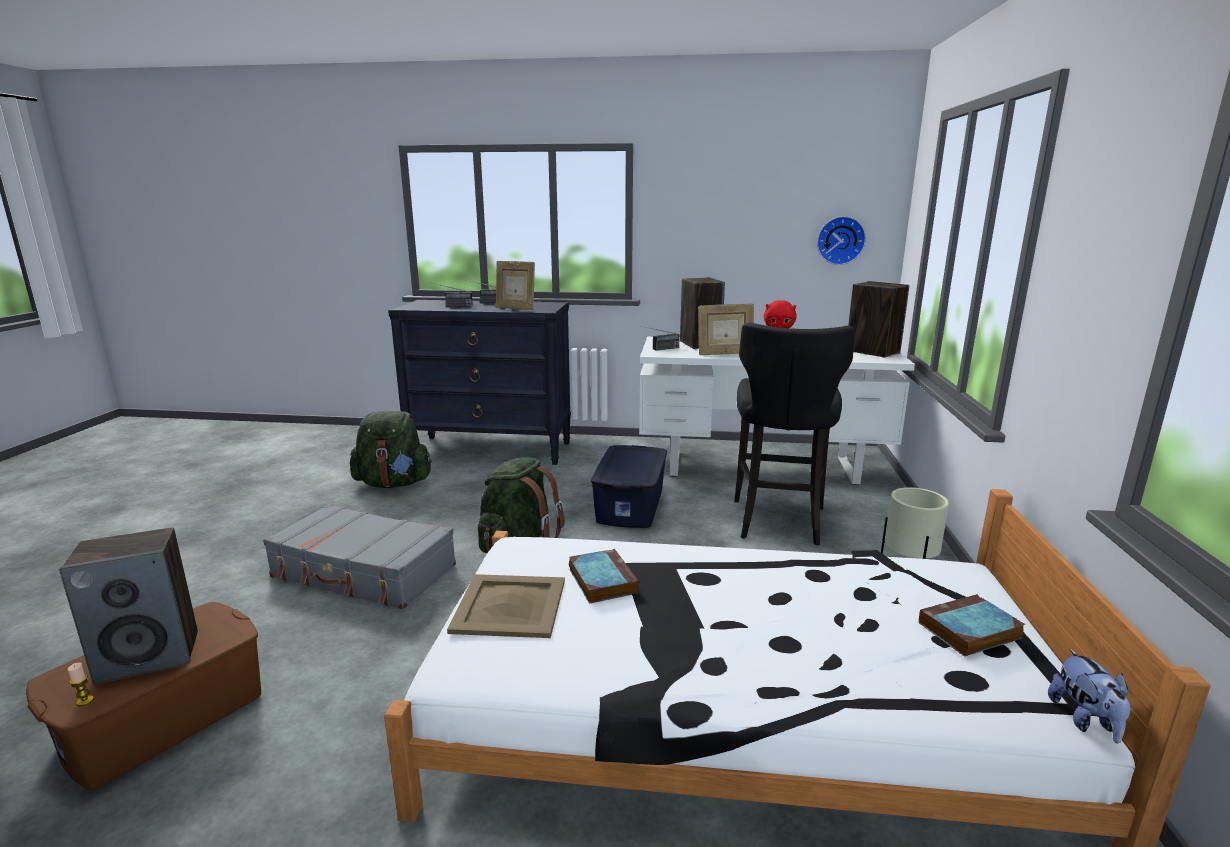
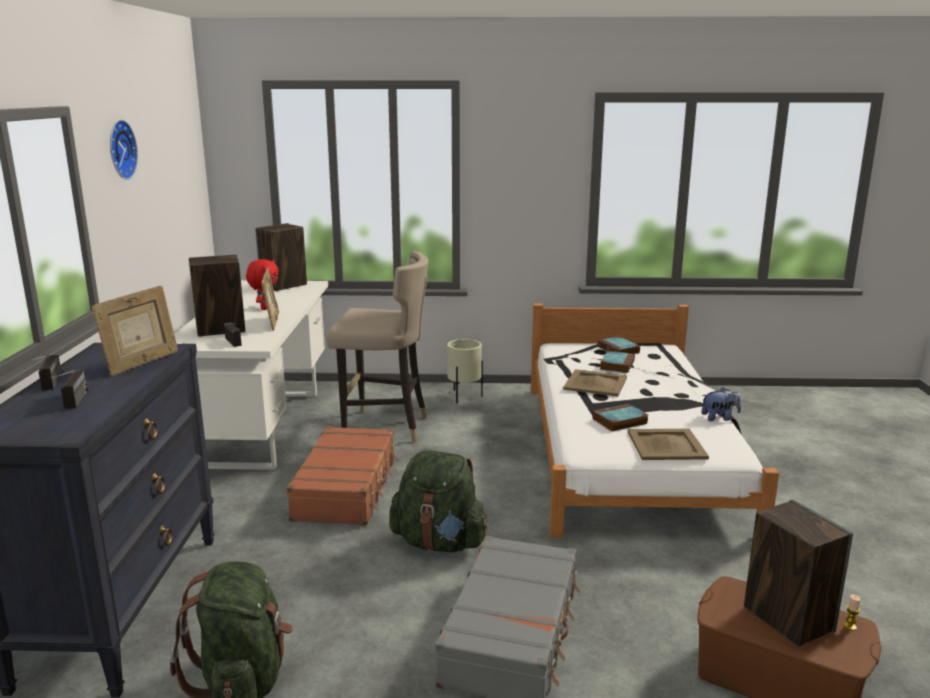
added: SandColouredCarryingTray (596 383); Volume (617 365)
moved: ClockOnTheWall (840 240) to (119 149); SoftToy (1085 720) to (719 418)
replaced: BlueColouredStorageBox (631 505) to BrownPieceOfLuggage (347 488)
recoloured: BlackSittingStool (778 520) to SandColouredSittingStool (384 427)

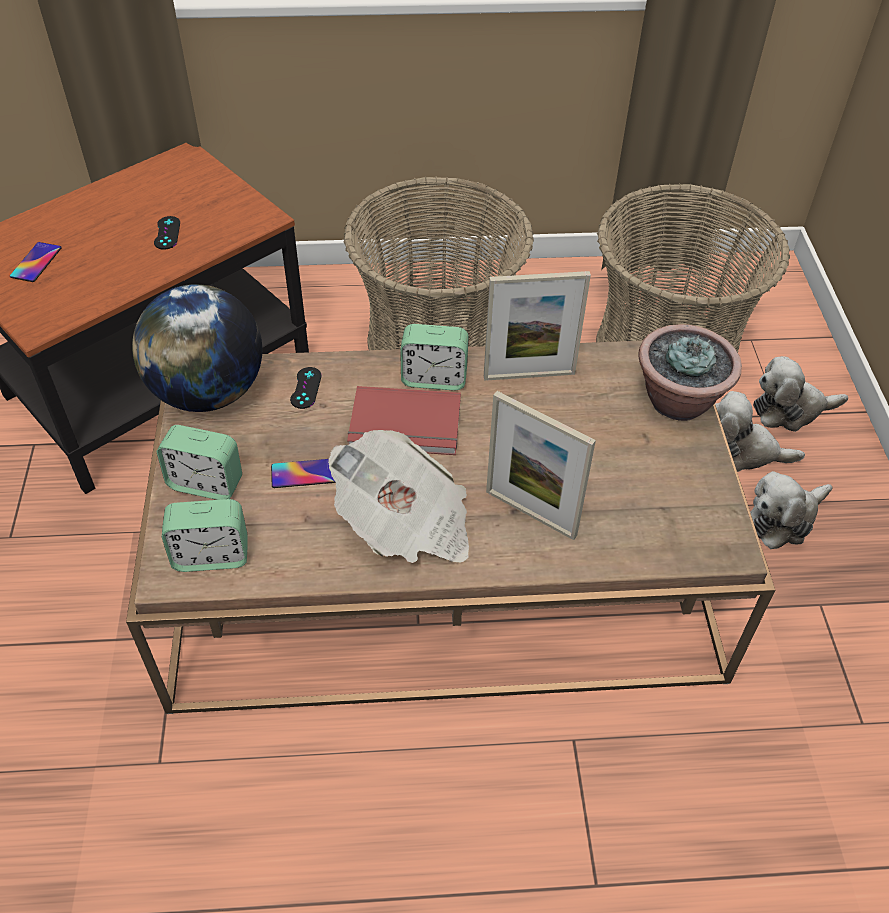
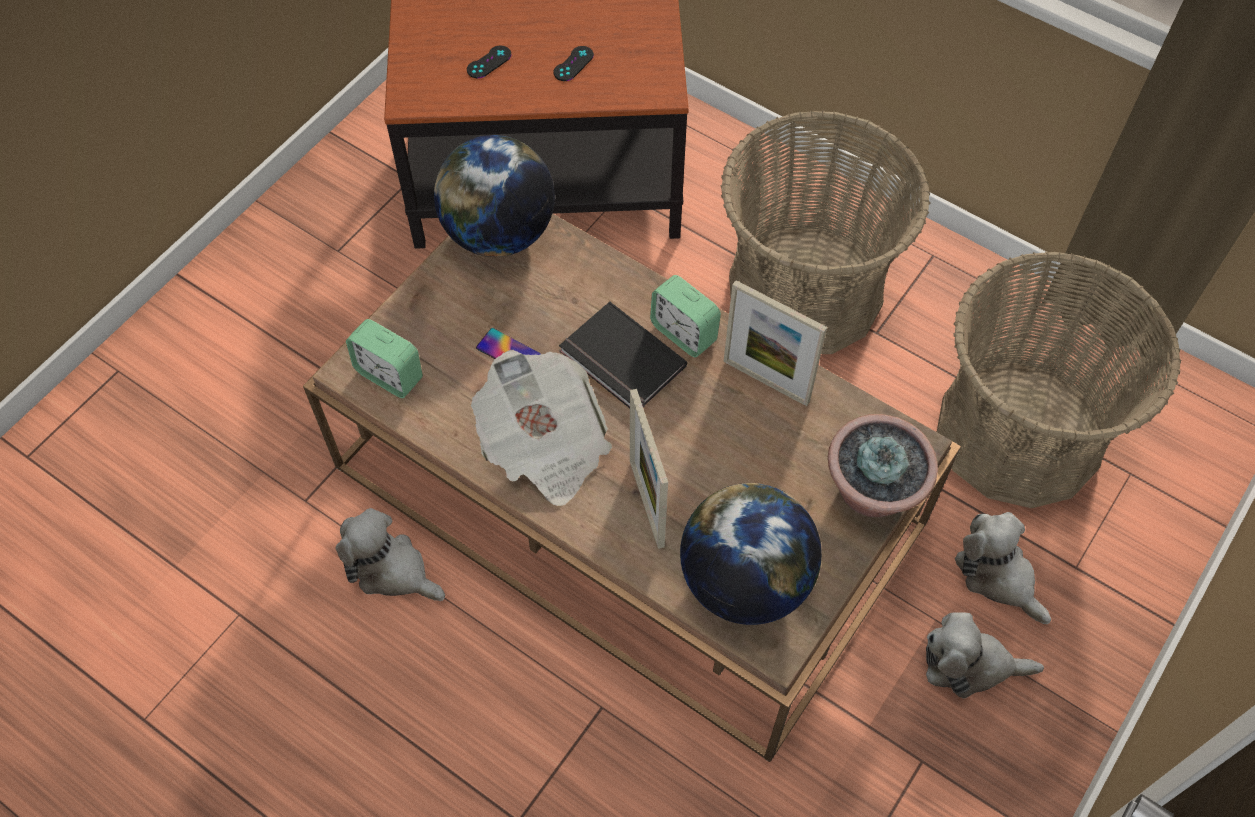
removed: Phone (36 262); AlarmClock (206 483)
added: WorldGlobe (745 581)
moved: SoftToy (790 410) to (391 569); BlackGameController (306 388) to (489 62)
recoloured: ReddishVolume (405 426) to BlackVolume (620 362)

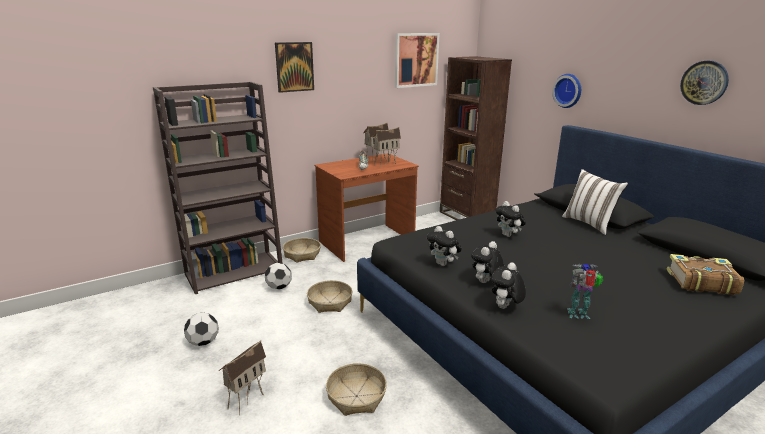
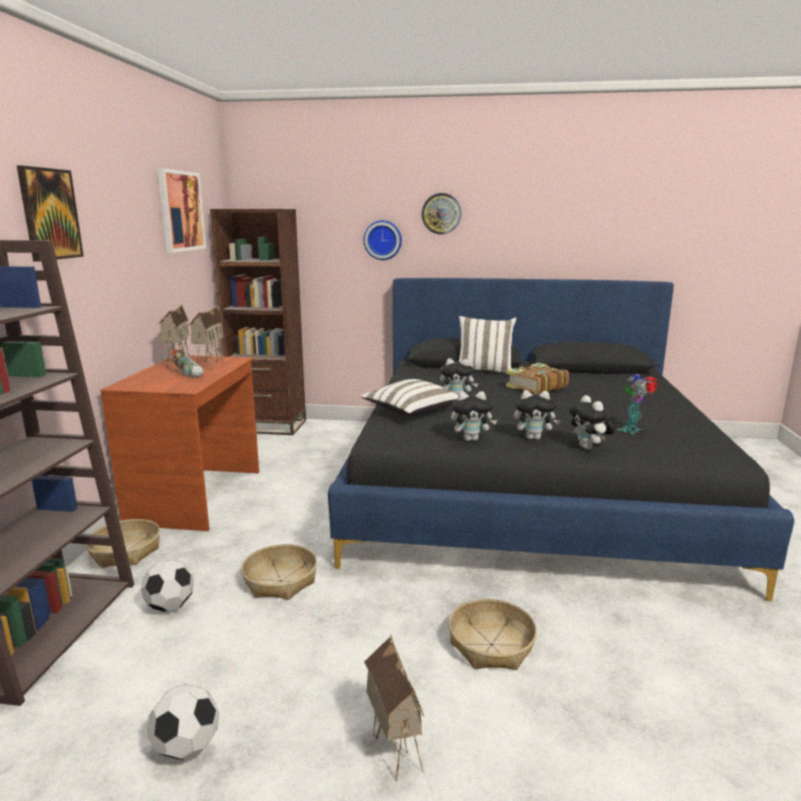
added: WhiteCushion (410 412)
moved: ClockOnTheWall (704 82) to (441 213); Volume (700 282) to (535 387)
turned: SoftToy (485 282) = (534 438) 75 degrees counterclockwise

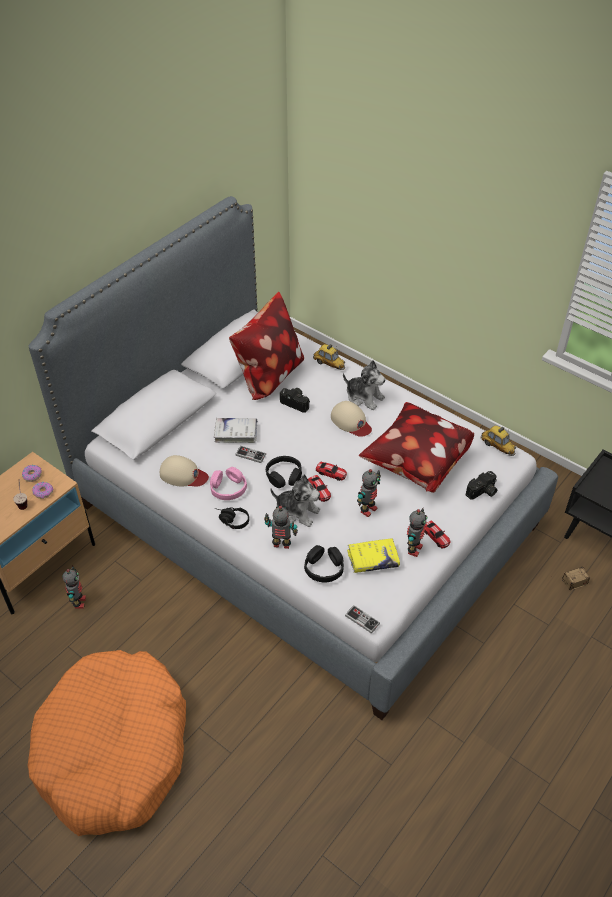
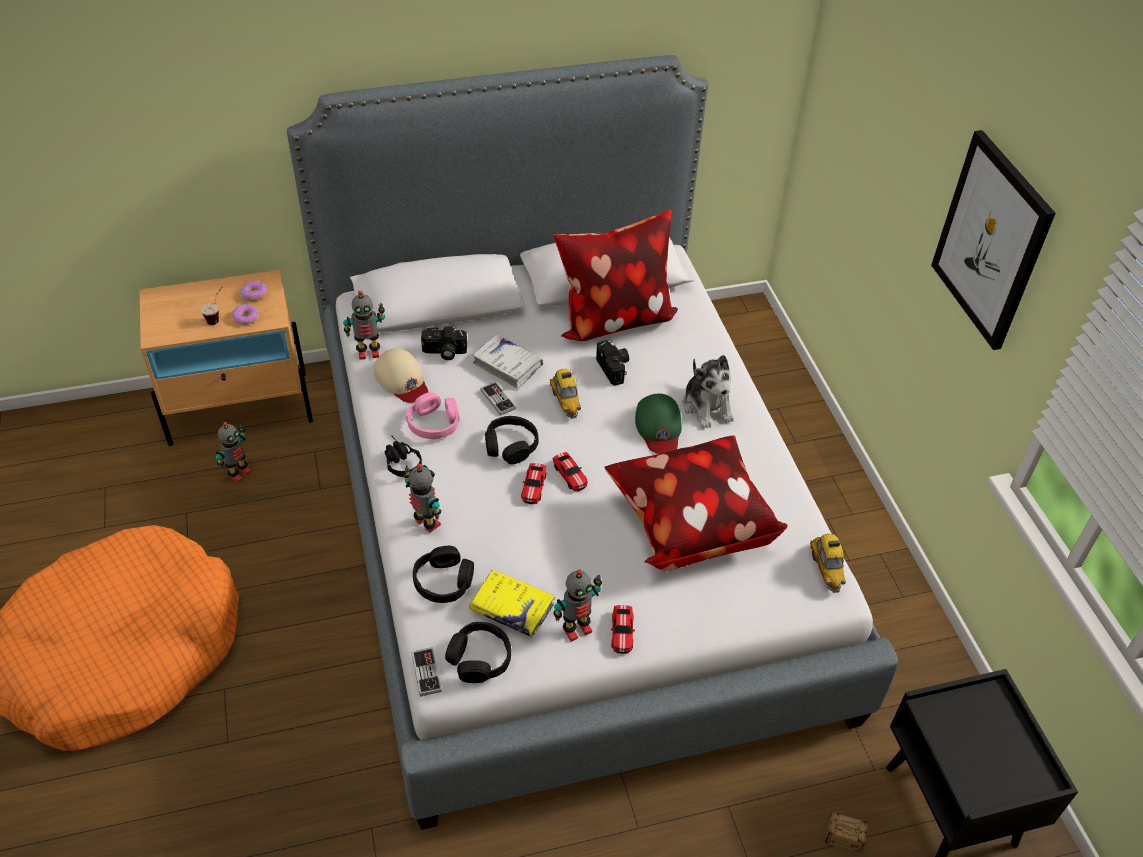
removed: SoftToy (297 512)
added: BlackPairOfHeadphones (479 658); WallPicture (991 241)
moved: ModelRobot (367 509) to (368 352); StillCamera (482 492) to (444 352); ToyCar (329 364) to (565 401)
recoloured: SandColouredPeakedCap (351 422) to GreenishPeakedCap (659 427)

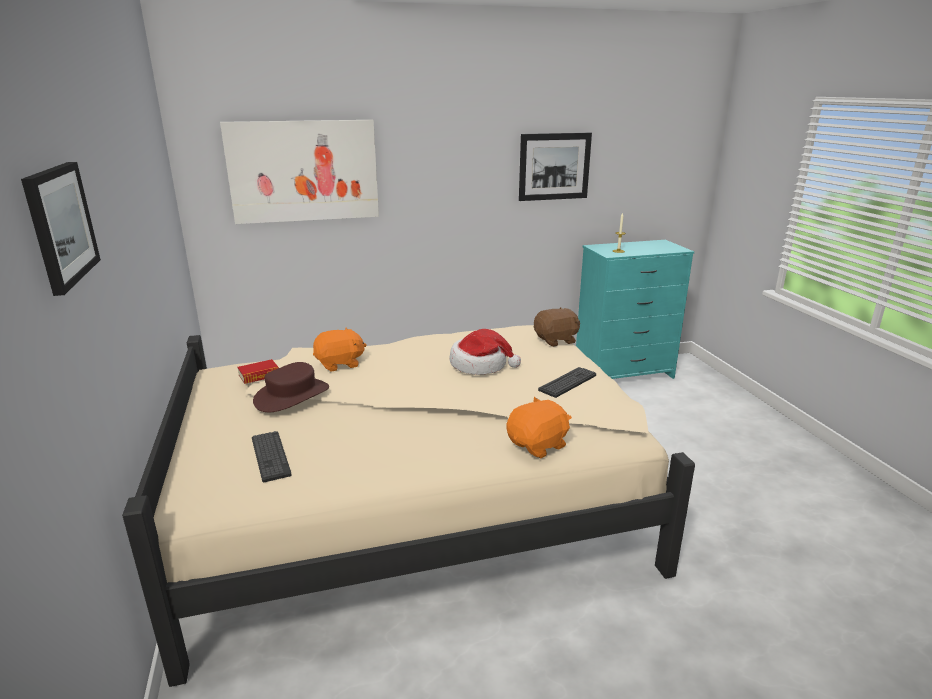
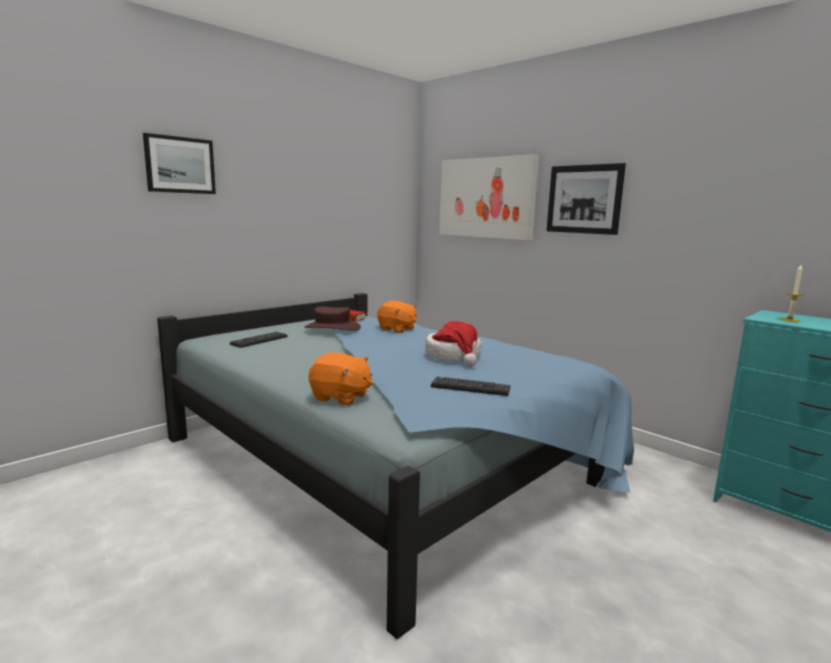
removed: BrownSoftToy (556 340)
moved: WallPicture (554 166) to (584 199)
recoloured: SandColouredBed (421 499) to BlueColouredBed (389 459)

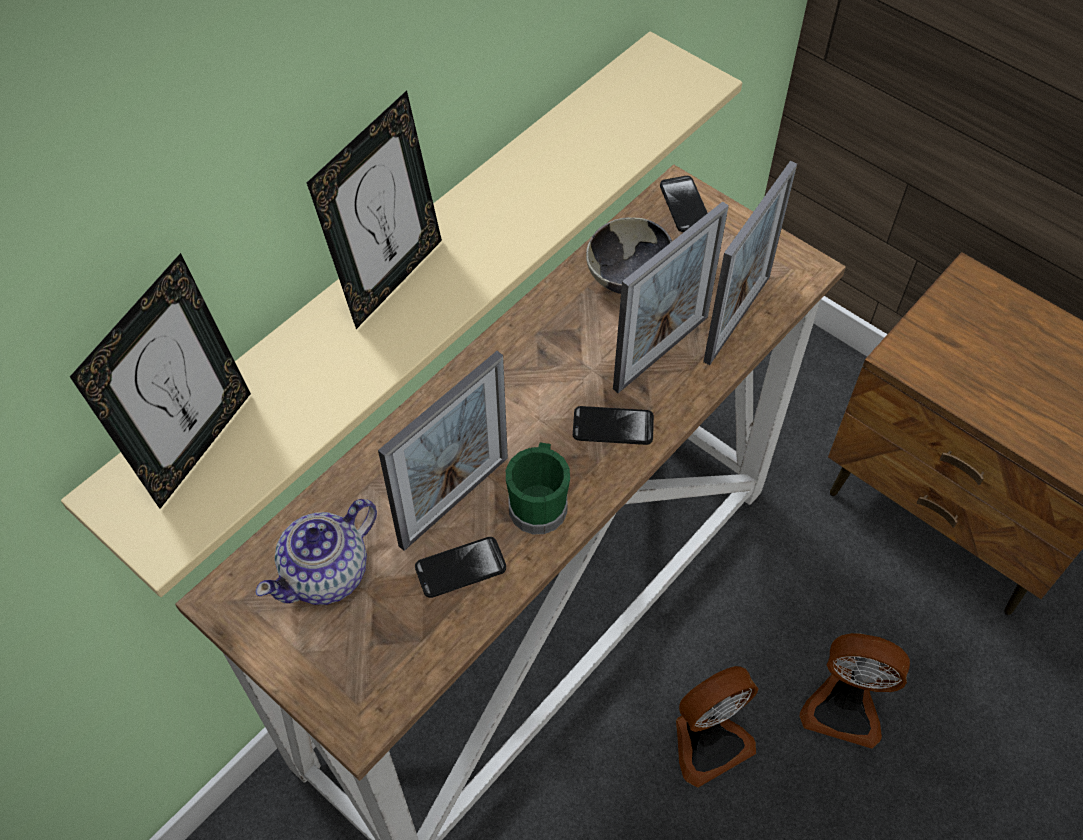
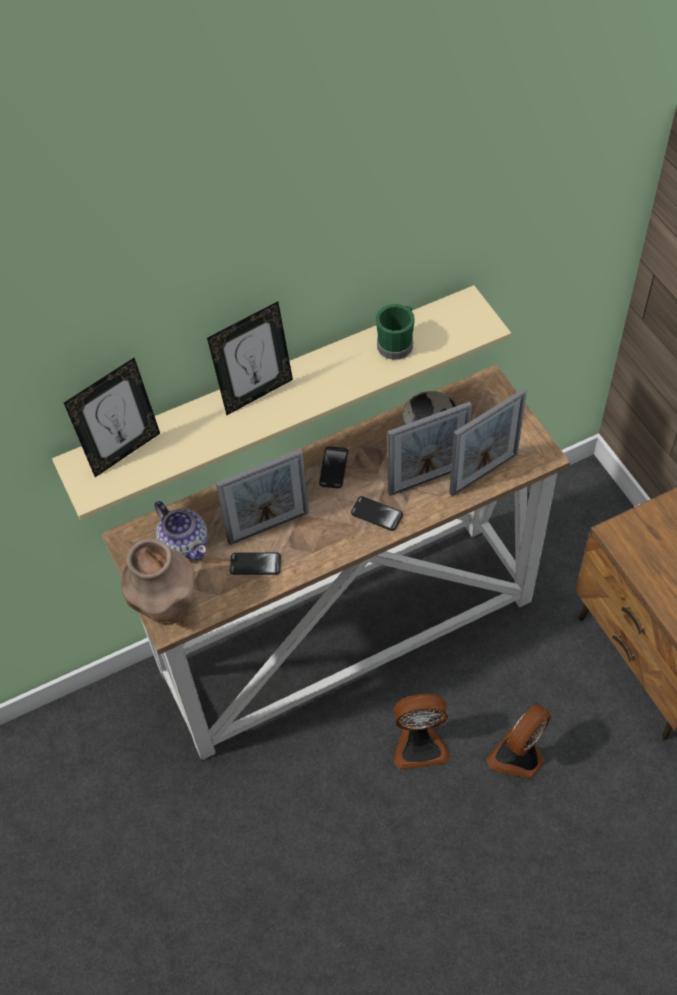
added: BrownDecorativeVase (167 608)
moved: Phone (684 205) to (333 468); GreenishMug (539 502) to (397 343)
turned: PotForTea (327 573) = (184 543) 105 degrees counterclockwise; ElectricFan (844 707) = (519 756) 90 degrees clockwise

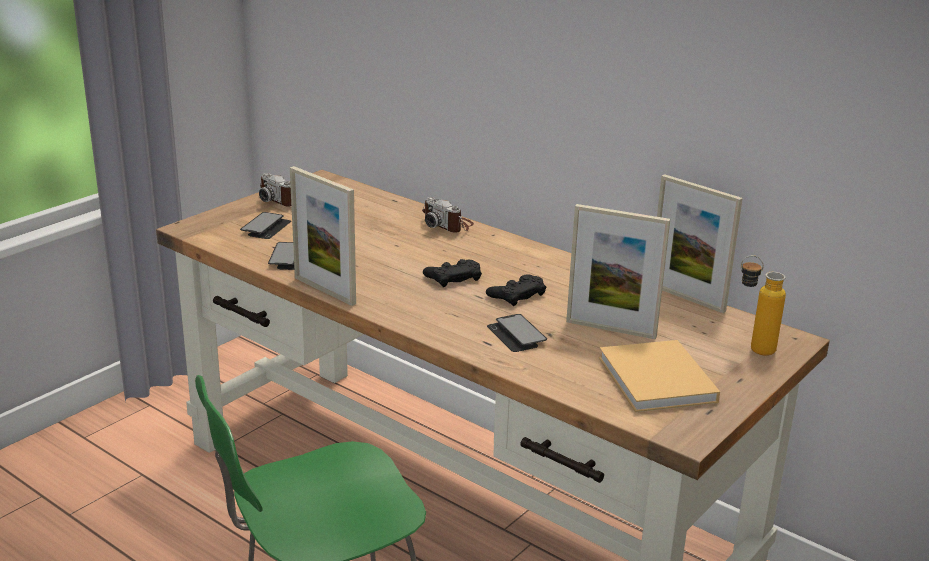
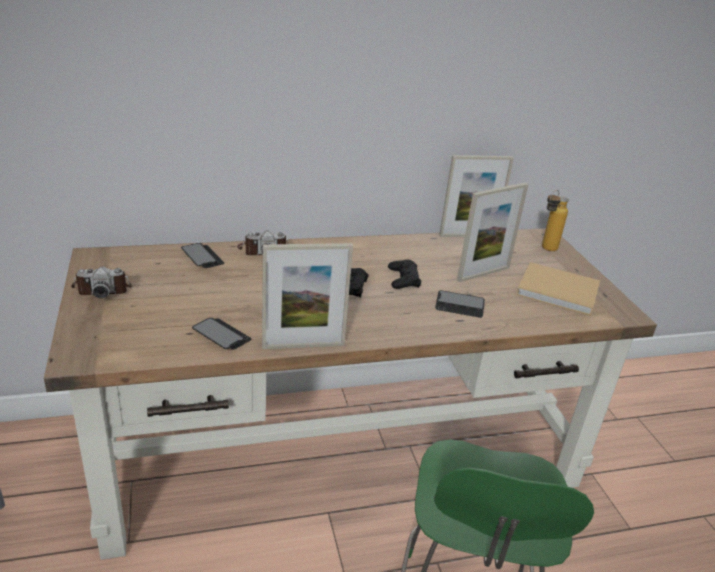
moved: Phone (266 227) to (202 257)

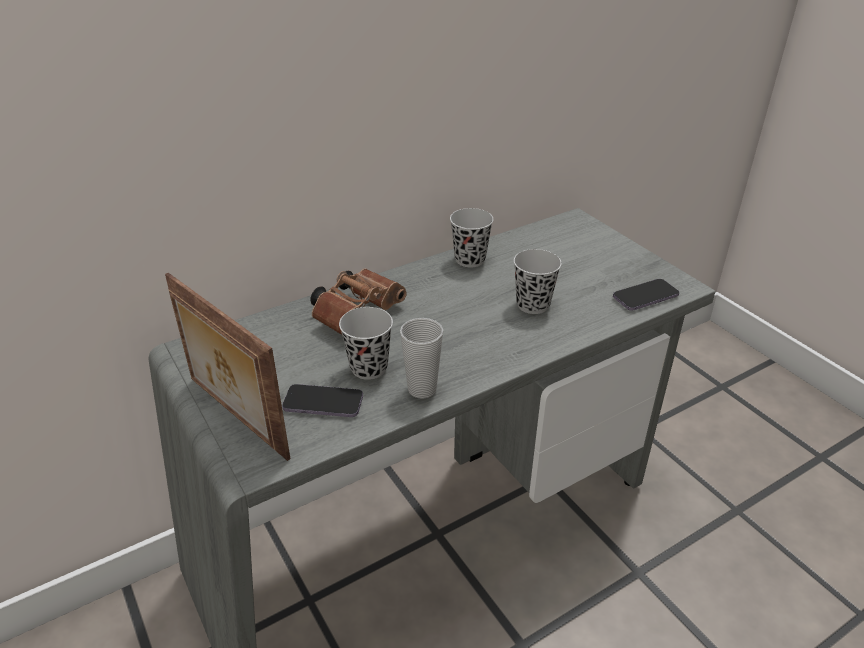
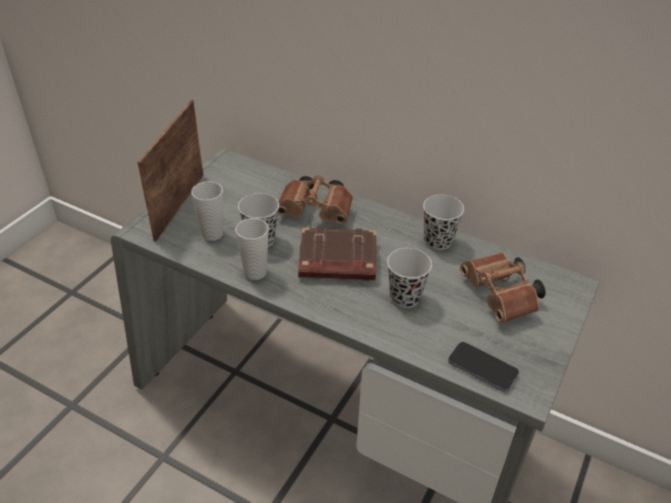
added: BrownVolume (336 261); BrownPairOfBinoculars (501 298)
replaced: Phone (323 403) to DrinkingCup (212 234)

